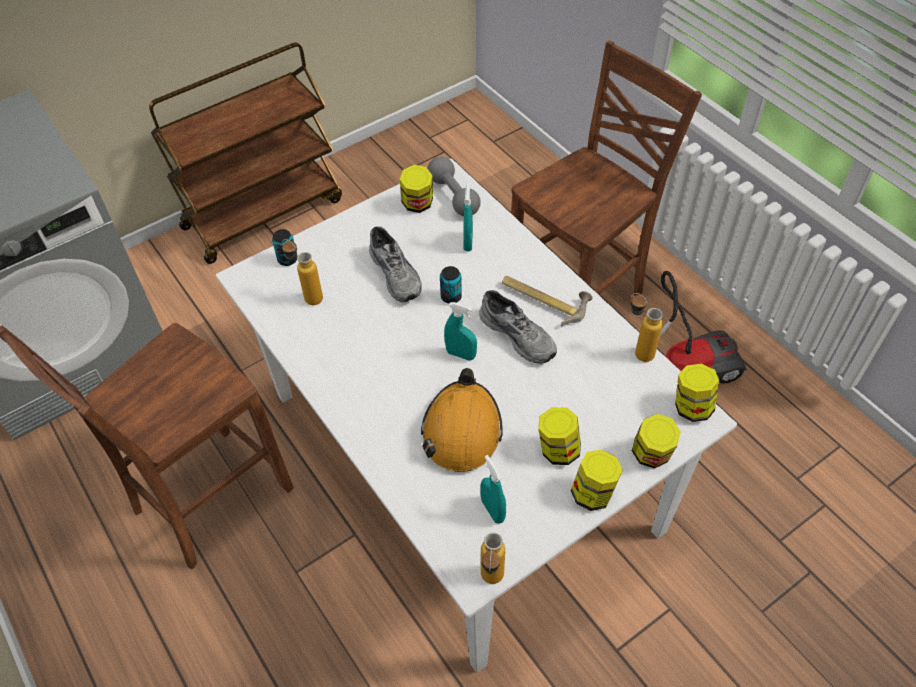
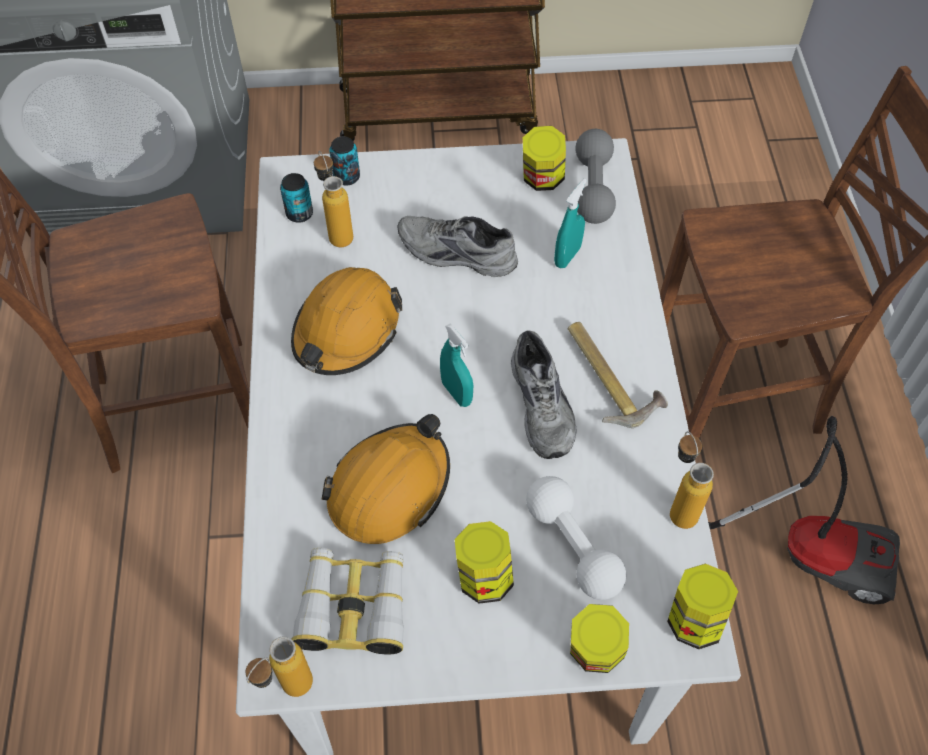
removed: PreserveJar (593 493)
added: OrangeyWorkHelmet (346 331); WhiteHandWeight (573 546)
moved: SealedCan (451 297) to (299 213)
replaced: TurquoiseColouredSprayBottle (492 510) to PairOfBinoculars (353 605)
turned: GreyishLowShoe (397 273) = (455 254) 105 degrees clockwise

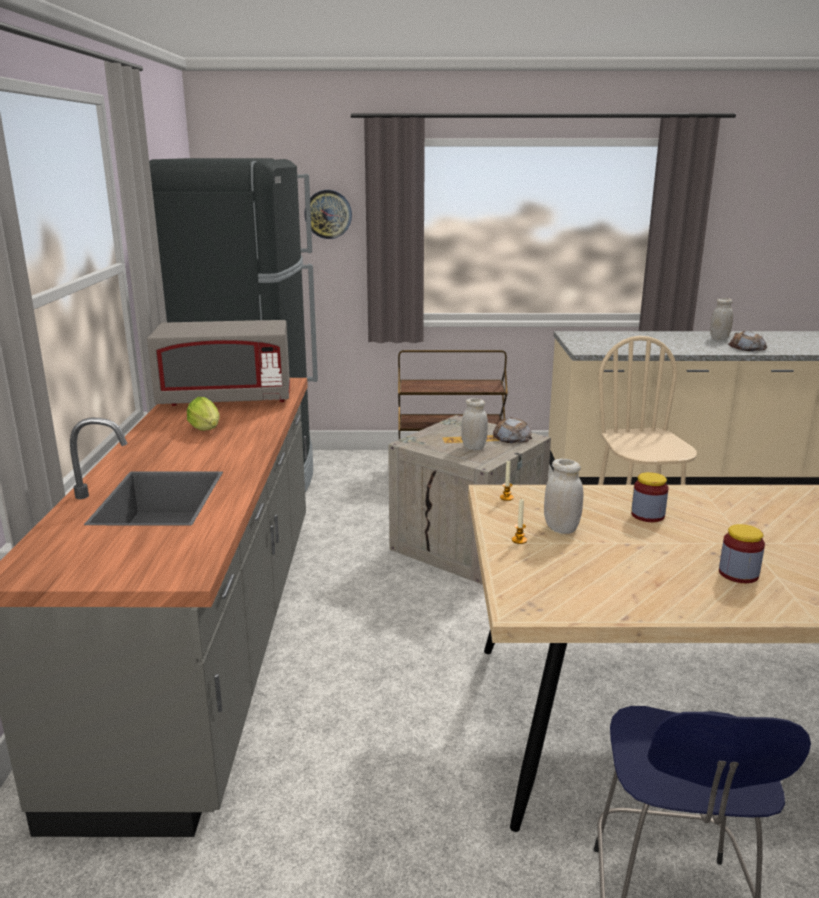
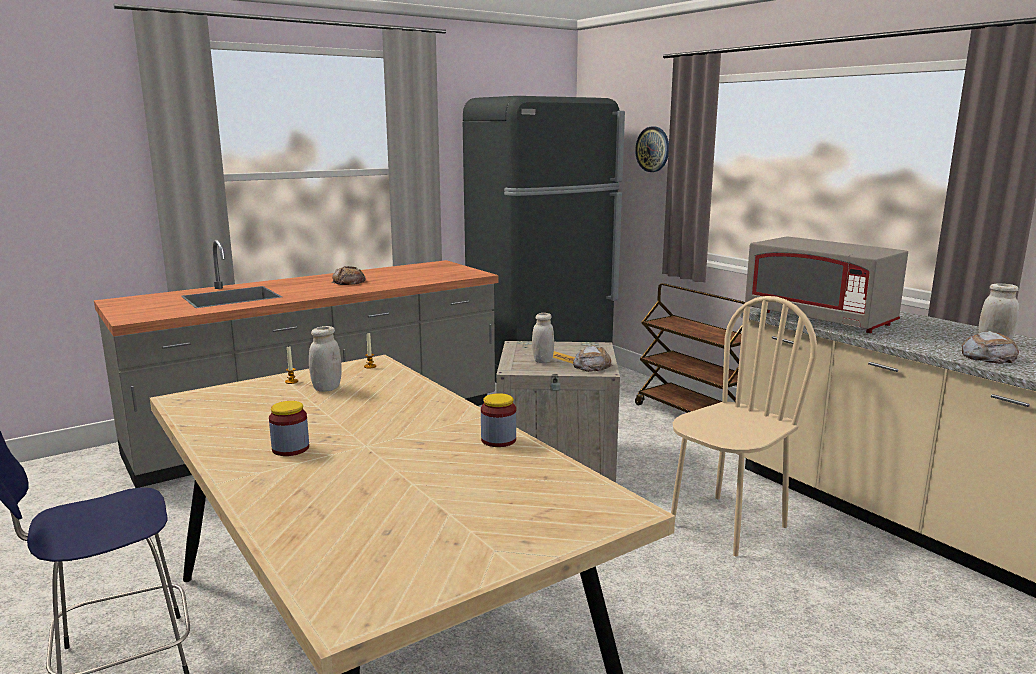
moved: PreserveJar (647 515) to (498 440); GreyishKitchenMicrowave (226 399) to (819 319)
replaced: HeadOfLettuce (207 430) to BakeryBread (349 282)

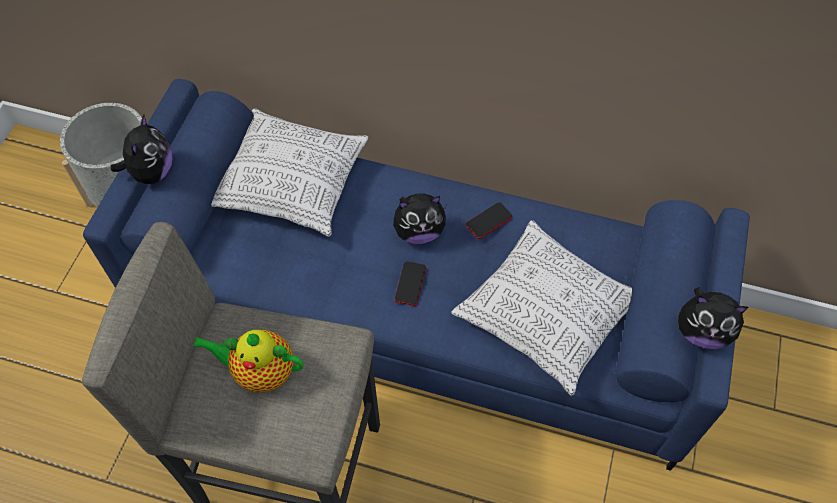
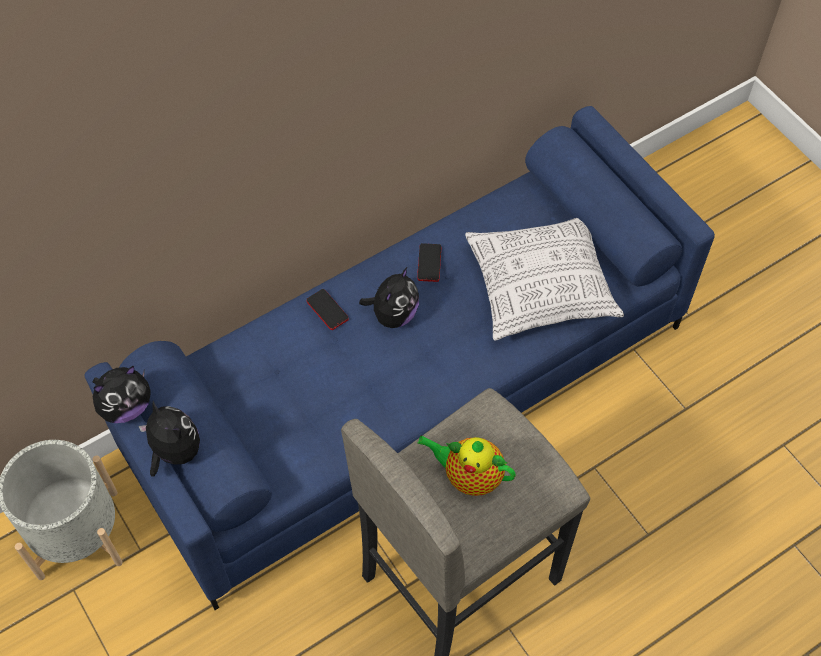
removed: Cushion (292 184)
moved: SoftToy (701 332) to (126 407); Phone (410 284) to (327 310)
turned: PotForTea (260 371) = (469 476) 60 degrees clockwise

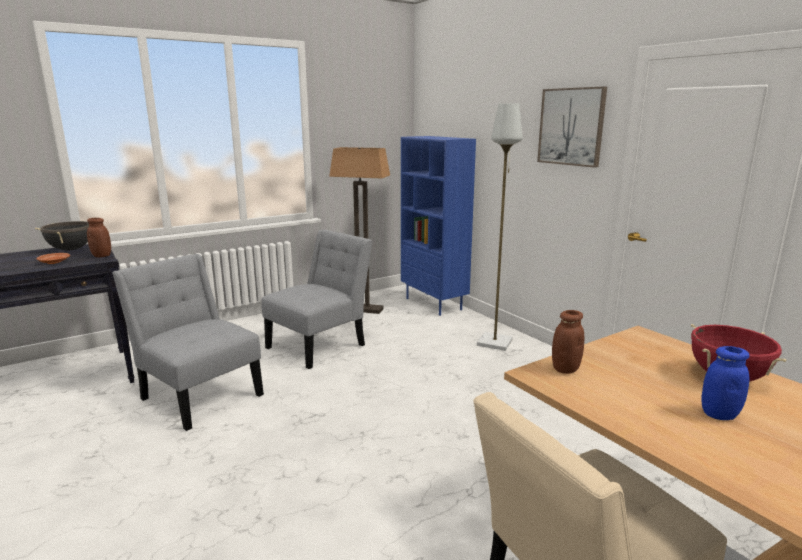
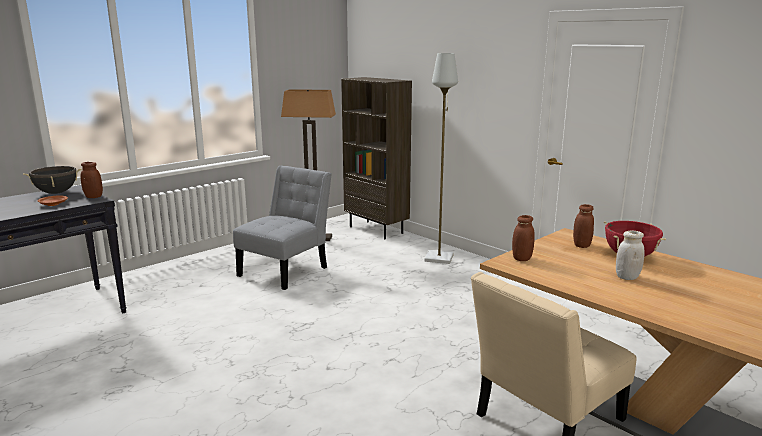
removed: GreyishUprightChair (199 394); WallPicture (571 127)
added: BrownPreserveJar (581 245)
recoloured: BlueColouredBookshelf (434 304) to BrownBookshelf (377 230); BlueColouredPreserveJar (719 414) to WhitePreserveJar (627 277)

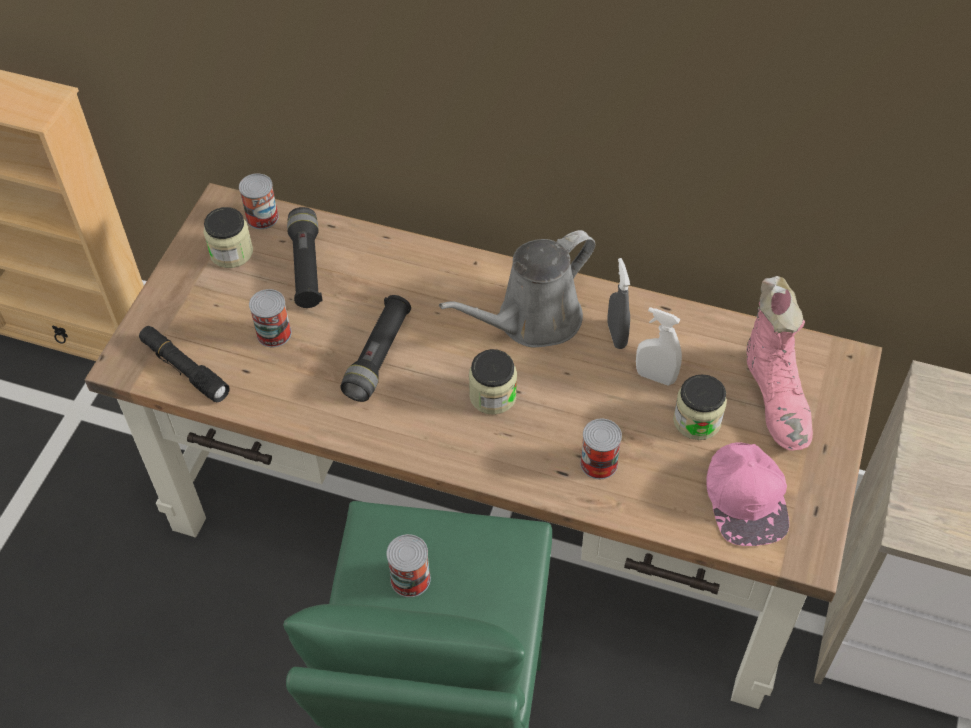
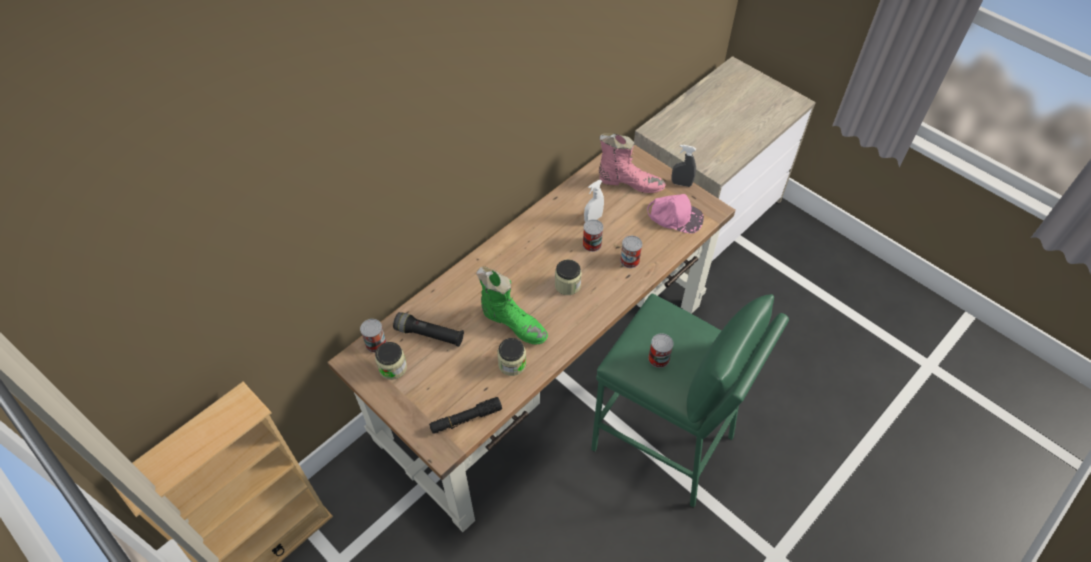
removed: GreyishWateringPot (532 321)
moved: PreserveJar (697 421) to (512 364); SealedCan (274 333) to (592 244); GreyishSprayBottle (616 335) to (681 183)
replaced: BlackHandTorch (378 356) to GreenishTallBoot (513 324)

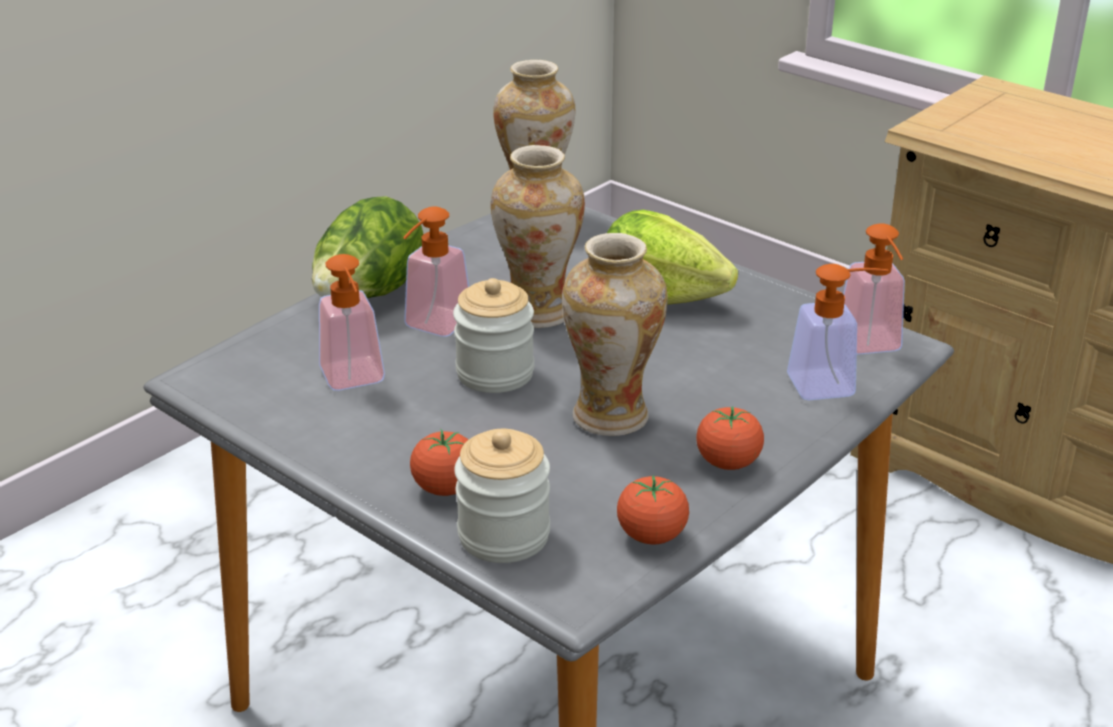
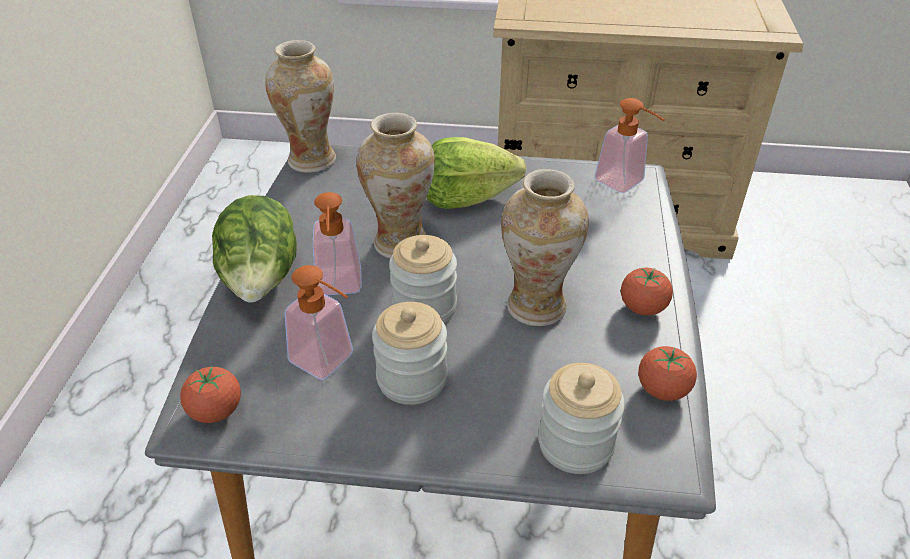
removed: LiquidSoapBottle (832 384)
added: PreserveJar (412 378)
moved: FreshTomato (445 488) to (216 411)

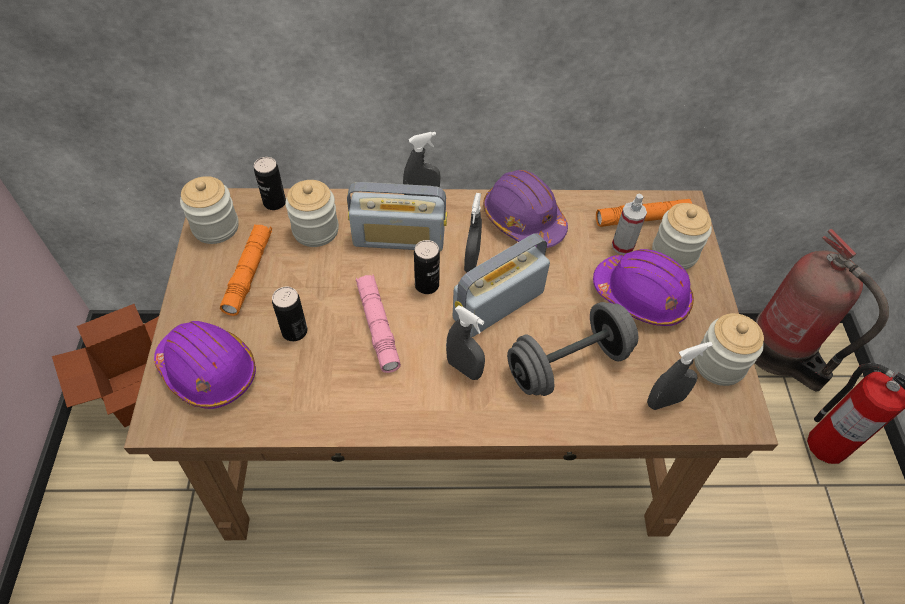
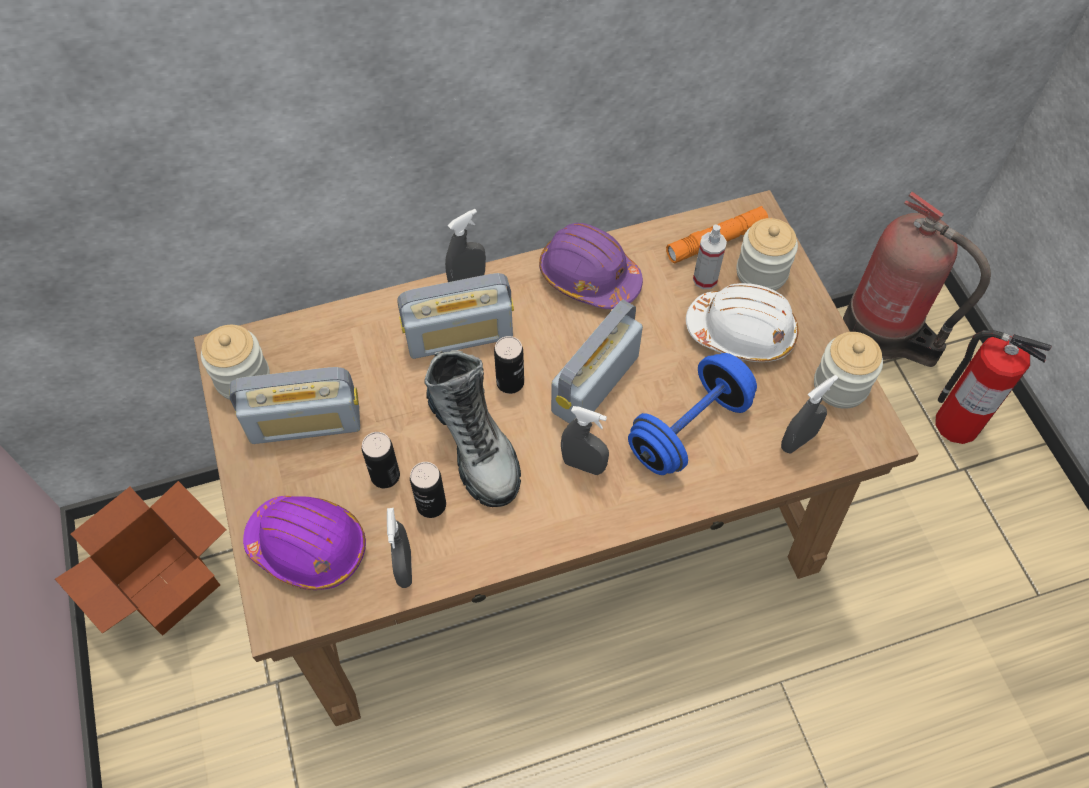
removed: PreserveJar (315 230)
moved: GreyishSprayBottle (471 262) to (404 568); SealedCan (274 202) to (431 505)
replaced: OrangeyHandTorch (249 273) to Radio (305 423); PinkColouredHandTorch (378 326) to TallBoot (474 444)
recoloured: GreyishHandWeight (568 364) to BlueColouredHandWeight (689 429); PurpleWorkHelmet (641 296) to WhiteWorkHelmet (741 332)

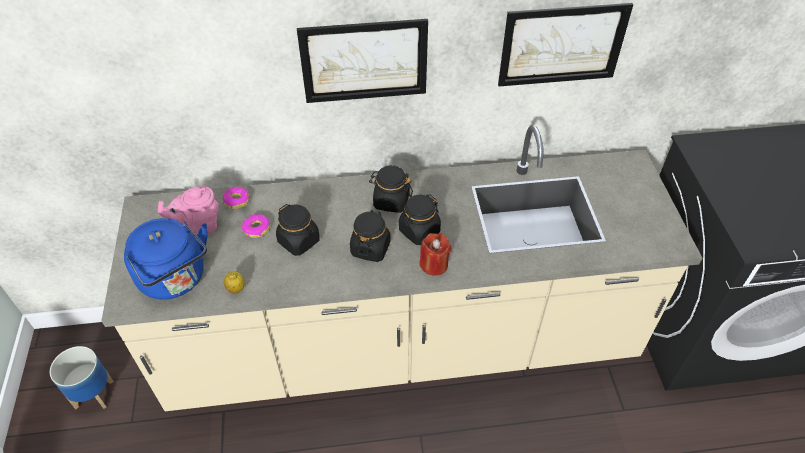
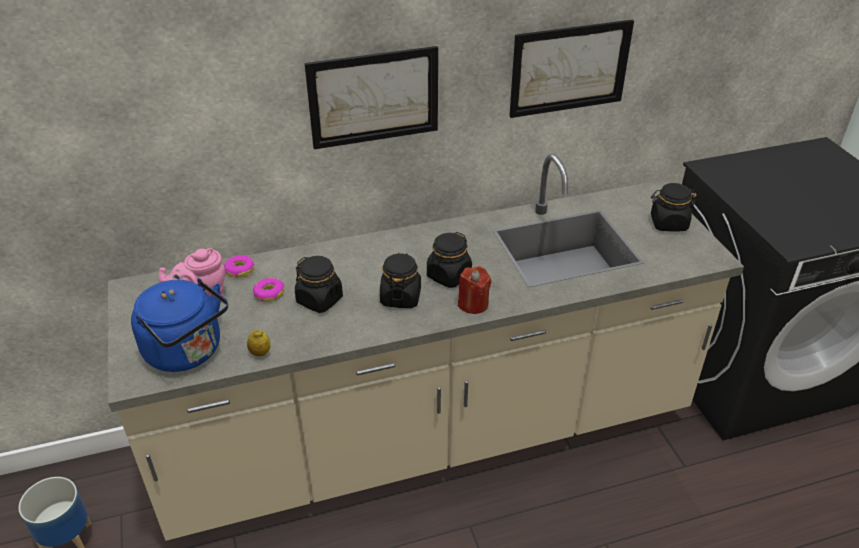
moved: BlackPreserveJar (391 201) to (668 223)

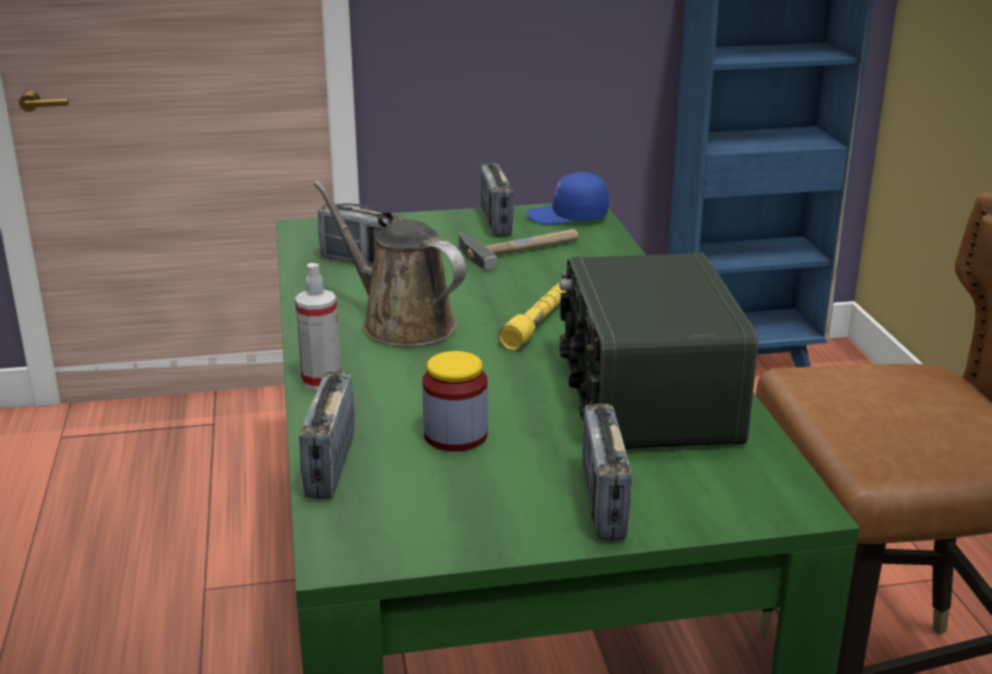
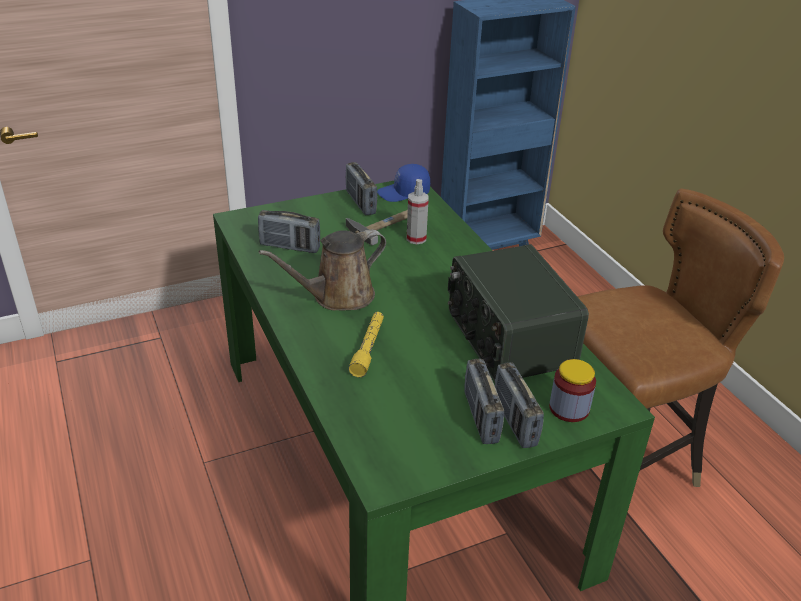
moved: YellowColouredHandTorch (537 323) to (368 348); SprayBottle (321 381) to (416 238); Radio (330 466) to (480 417); PreserveJar (455 435) to (569 408)
turned: BrownWateringPot (401 323) = (338 296) 60 degrees counterclockwise

